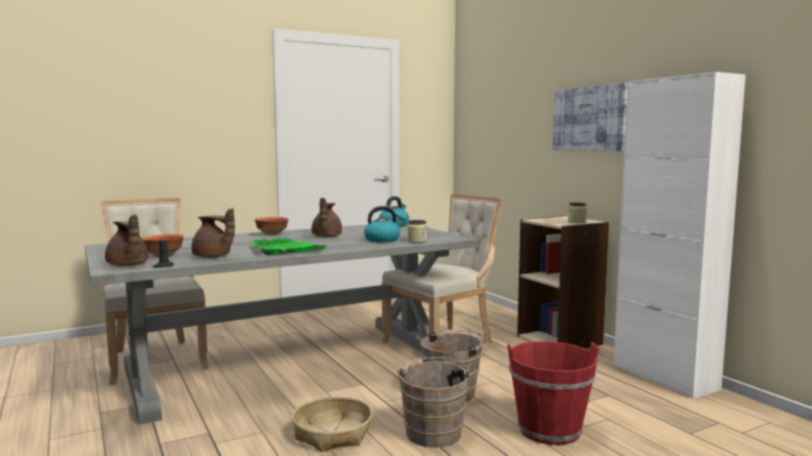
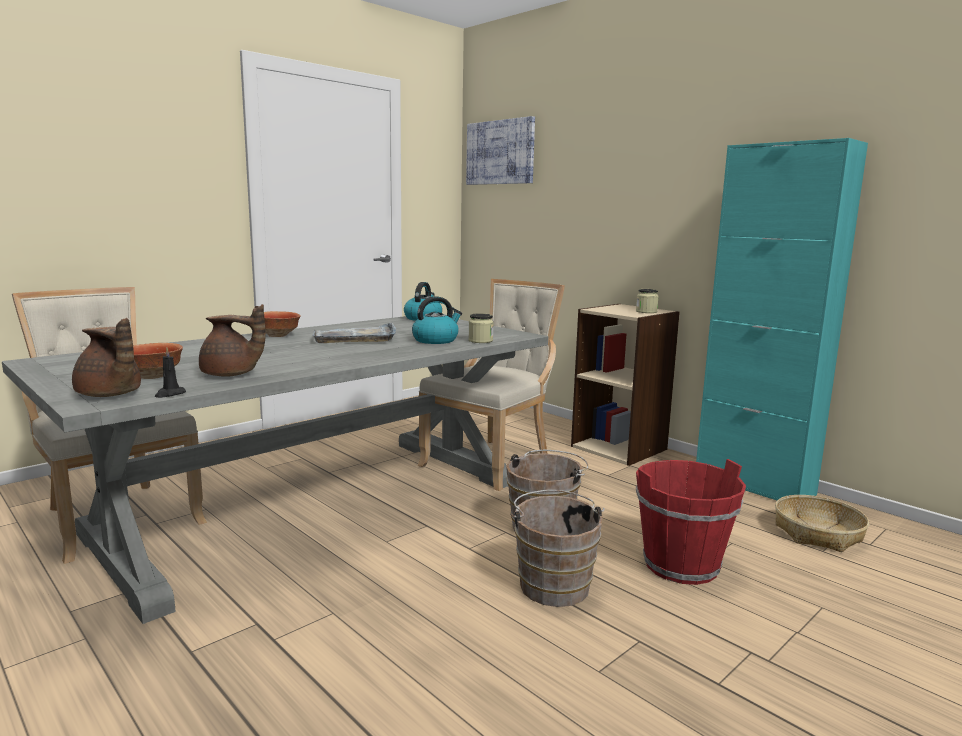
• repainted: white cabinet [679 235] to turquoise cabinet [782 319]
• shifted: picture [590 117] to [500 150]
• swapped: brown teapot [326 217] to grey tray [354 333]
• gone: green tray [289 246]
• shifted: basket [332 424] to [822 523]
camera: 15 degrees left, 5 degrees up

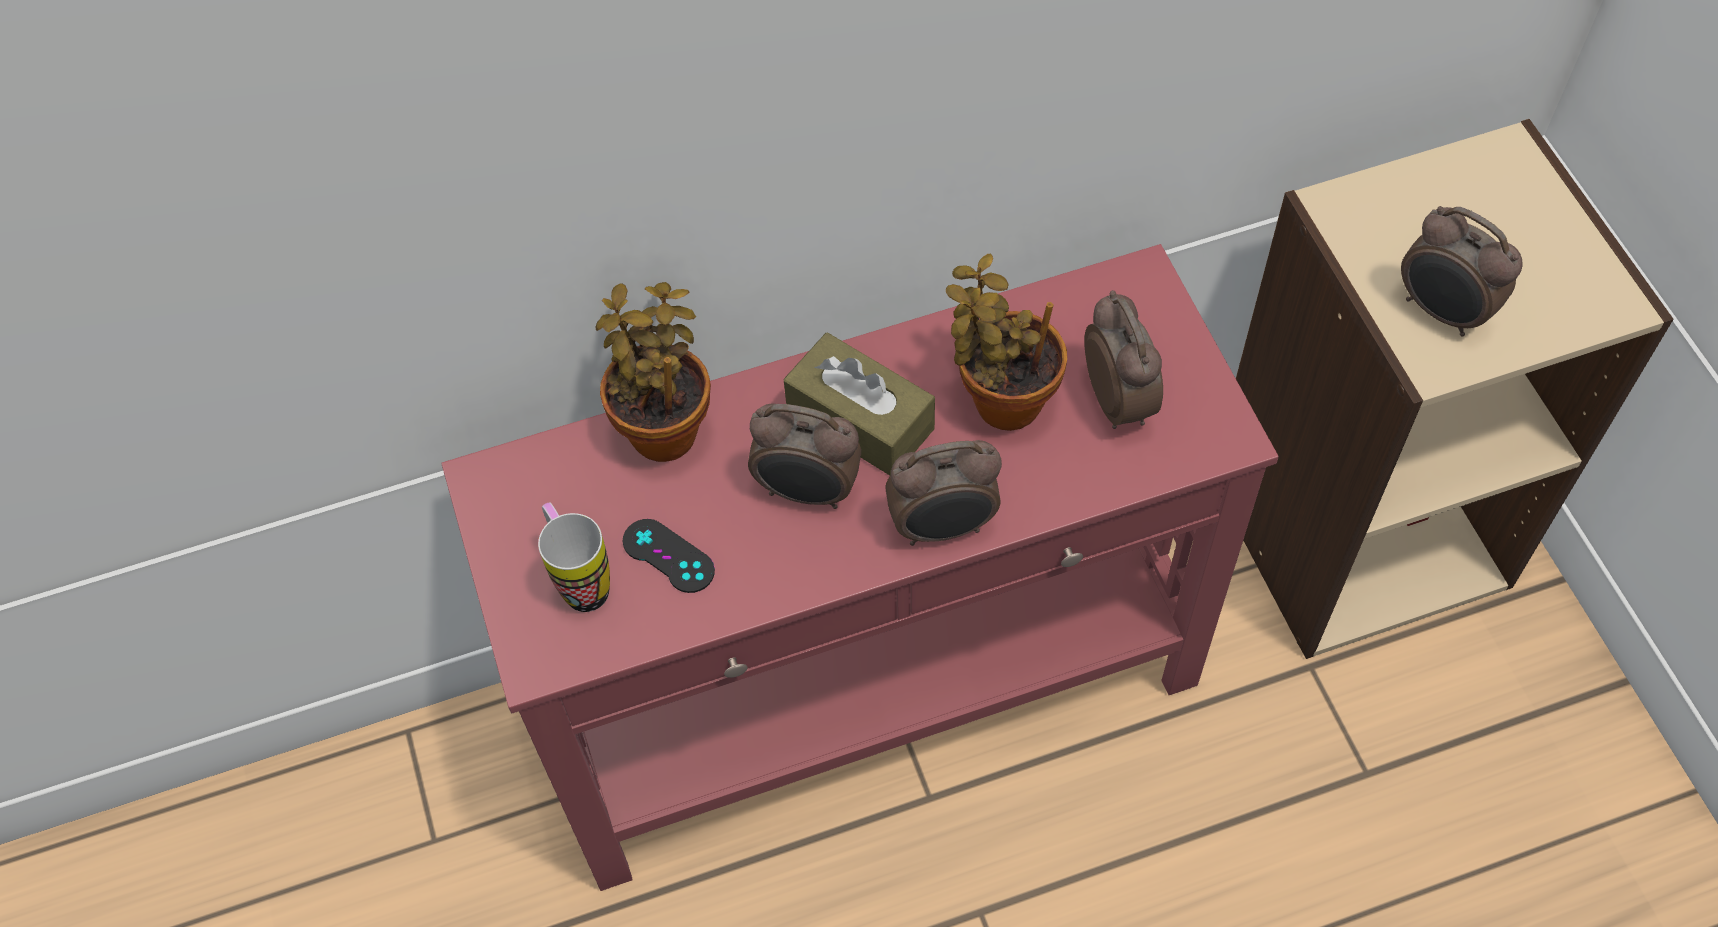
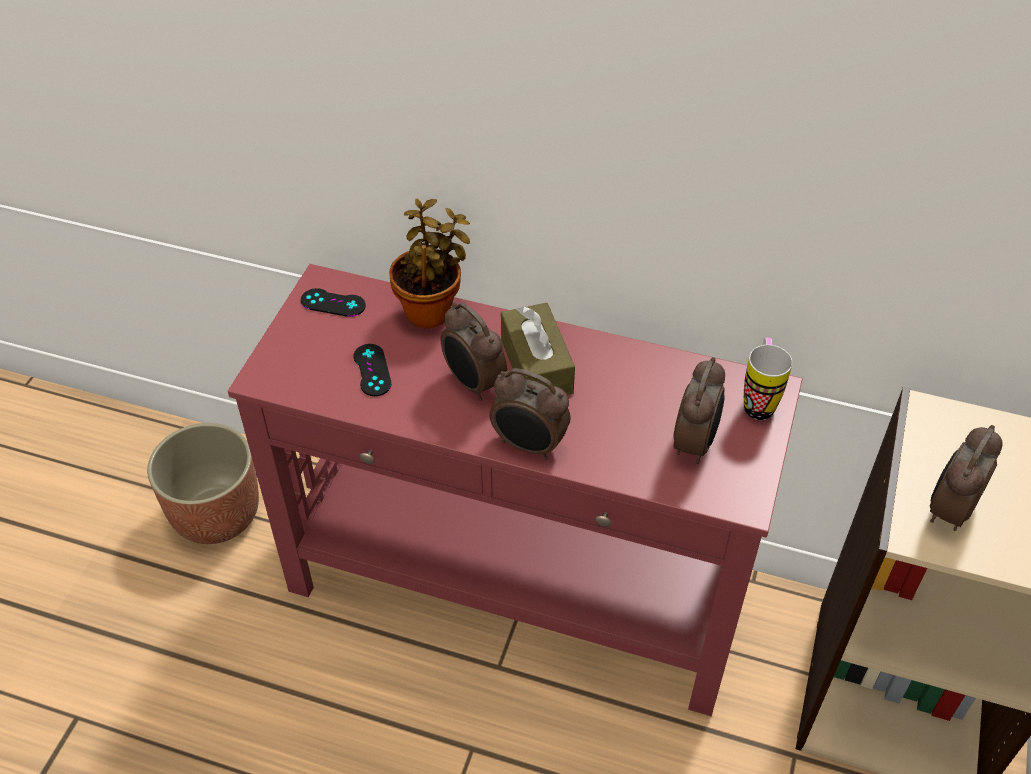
• rotated: alarm clock [1462 271] = [966 478] 45 degrees clockwise
• gone: potted plant [1006 342]
• shifted: mug [574 557] to [768 378]
• new: black game controller [333 302]
• new: planter [203 483]
camera: 35 degrees right, 10 degrees down

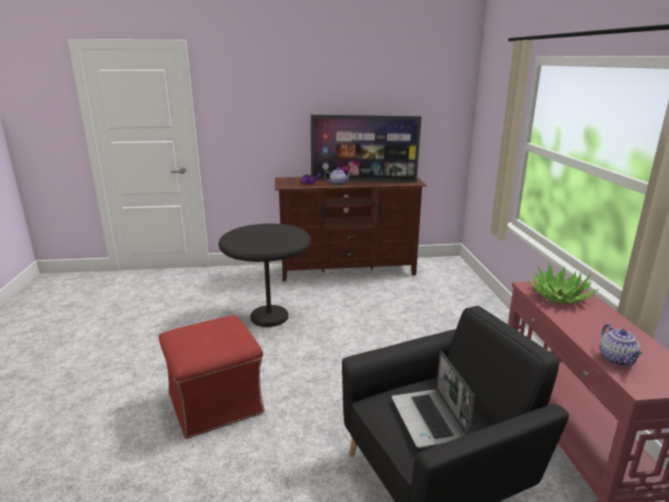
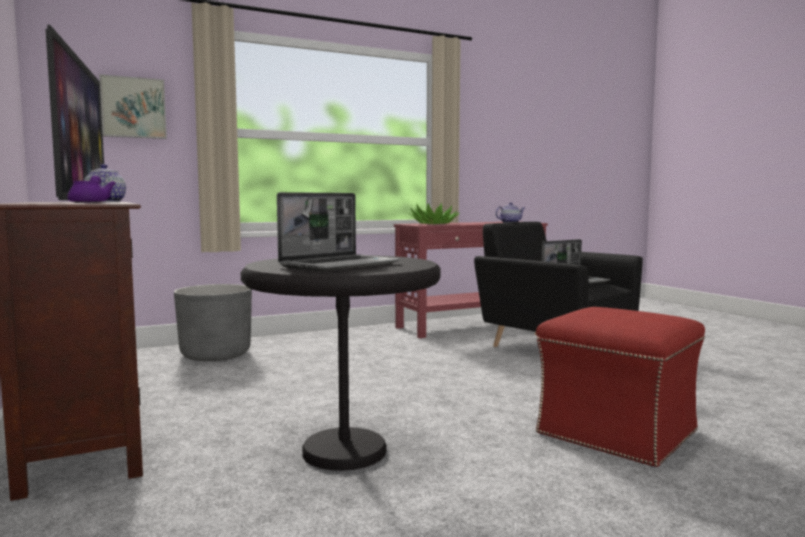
• new: picture [133 106]
• new: laptop [338 231]
• new: grey planter [213 322]
camera: 110 degrees left, 15 degrees down

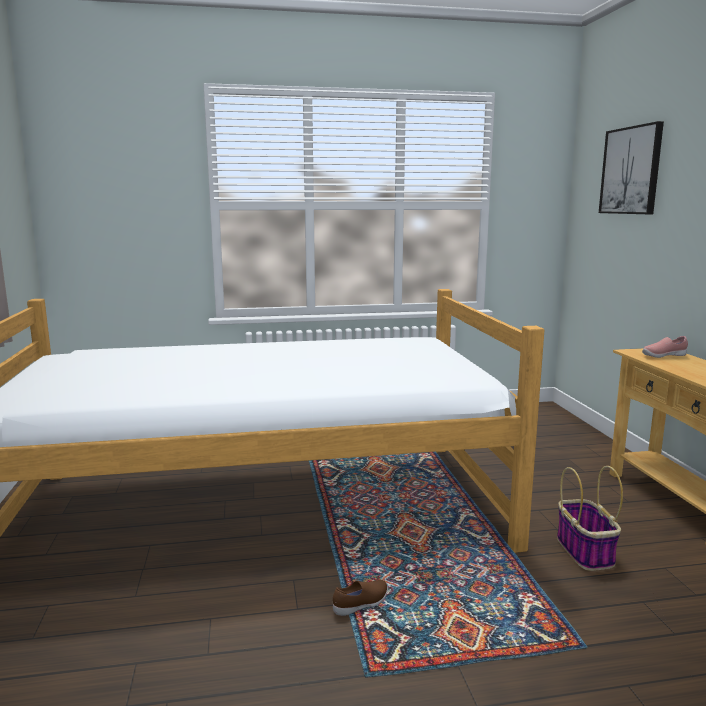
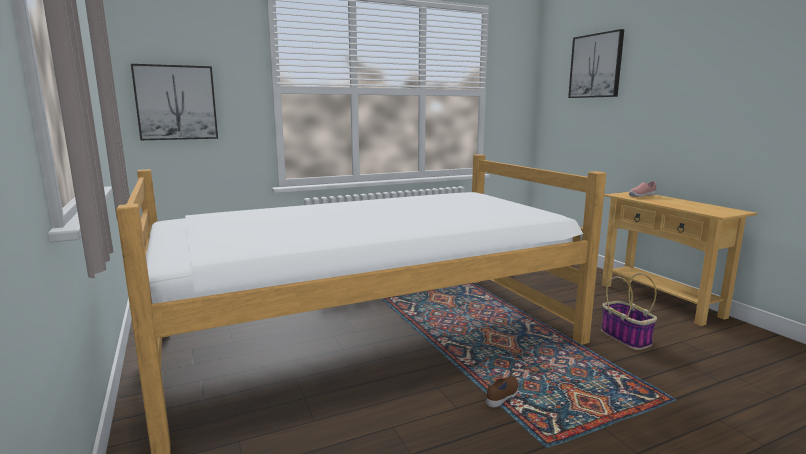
• new: picture [174 102]
camera: 15 degrees left, 0 degrees up

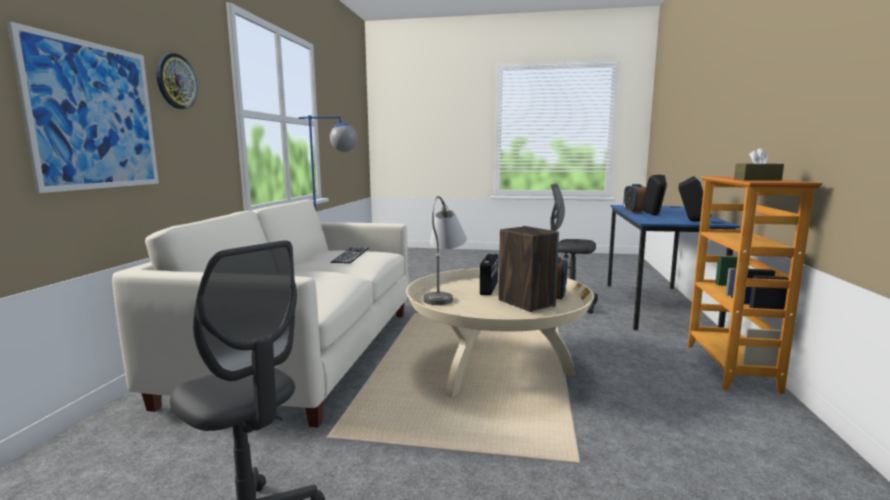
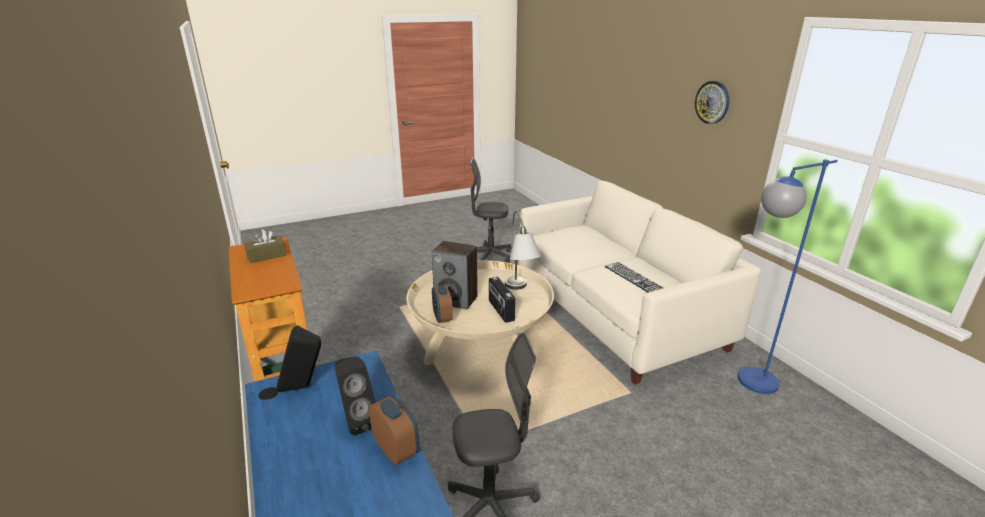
• gone: picture [83 107]
camera: 145 degrees right, 15 degrees up

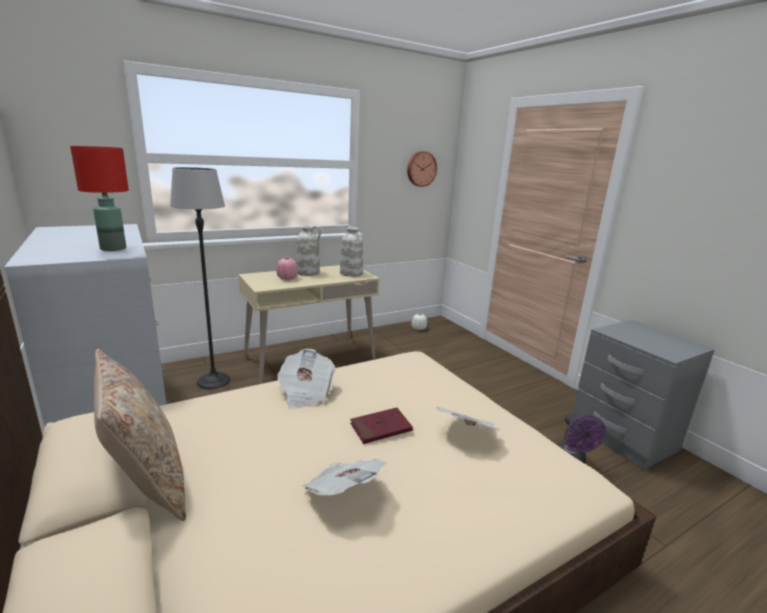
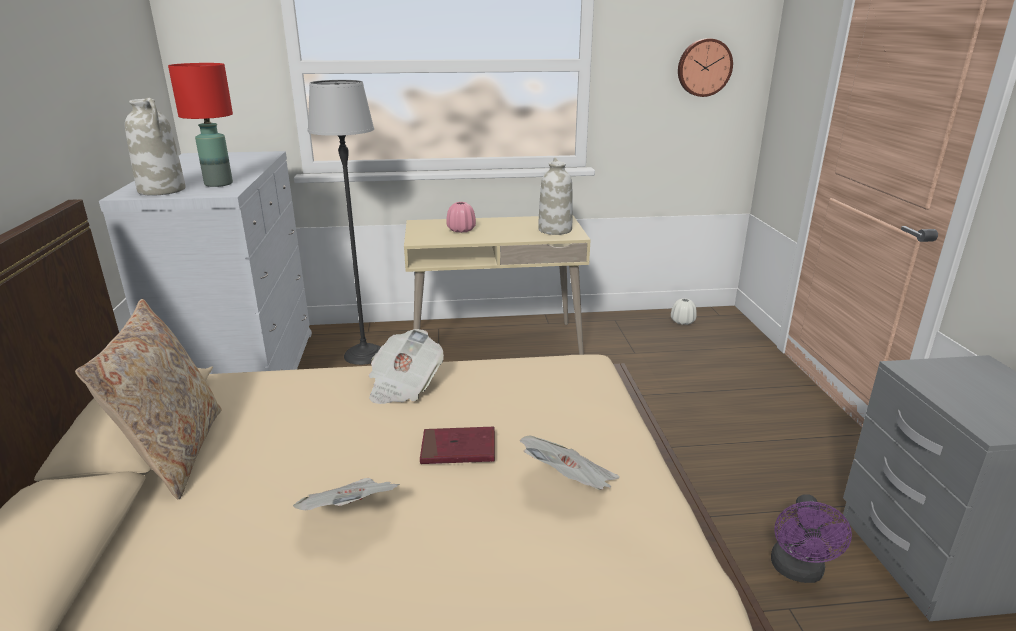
• shifted: white vase [308 251] to [155 147]
camera: 25 degrees right, 5 degrees up

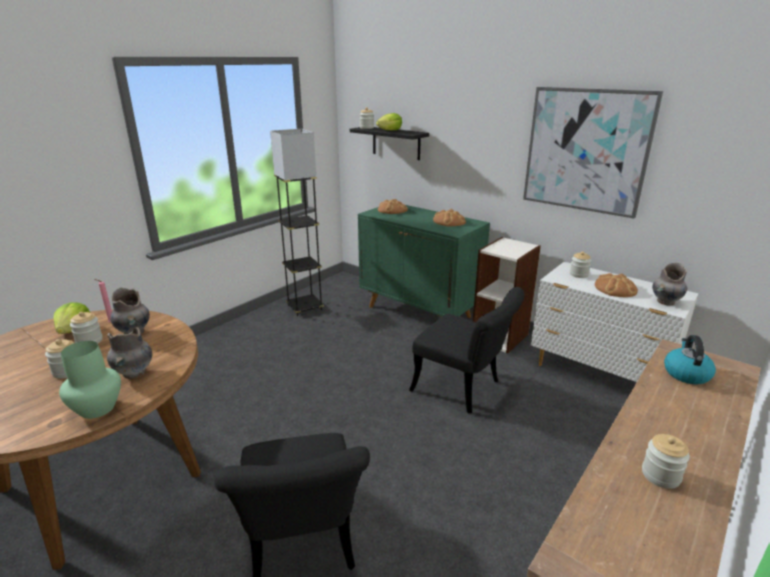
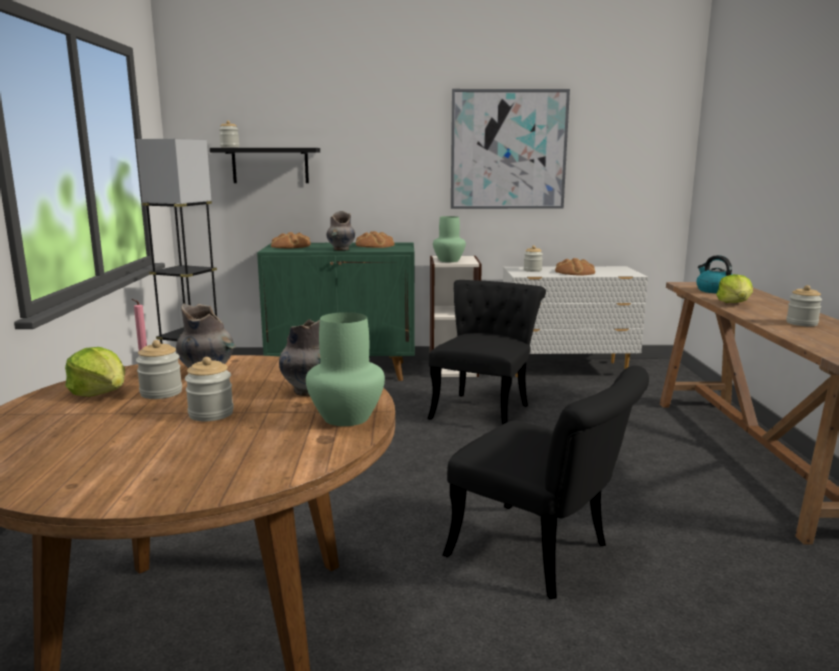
• shifted: lettuce [389 122] to [734 288]
• shifted: grey vase [669 284] to [341 231]
• rotated: black chair [466 350] = [486 352] 60 degrees counterclockwise
• new: green vase [449 239]
camera: 40 degrees left, 10 degrees down

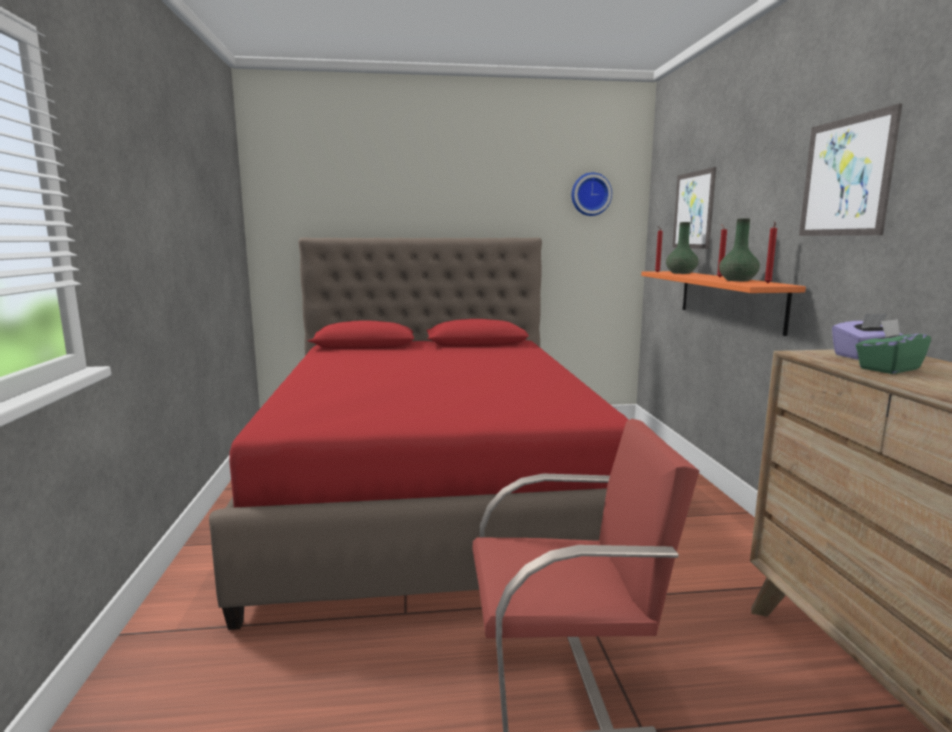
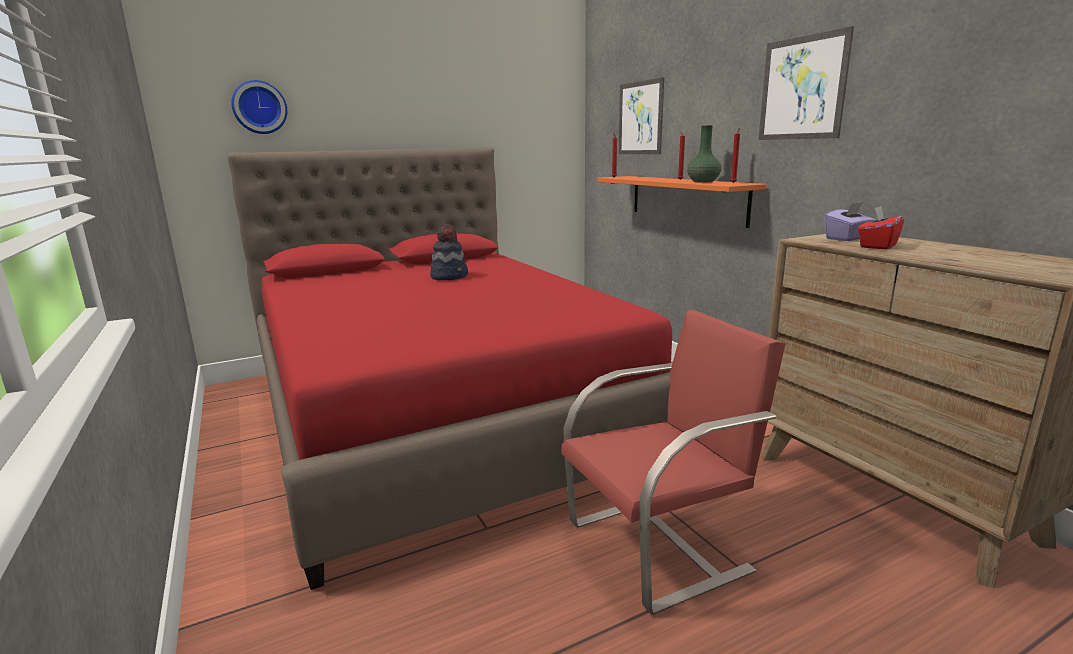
• shifted: wall clock [592 194] to [259 107]
• gone: green vase [682 248]
• repainted: green tissue box [893 346] to red tissue box [881 228]
• new: hat [449 252]
camera: 20 degrees left, 5 degrees up

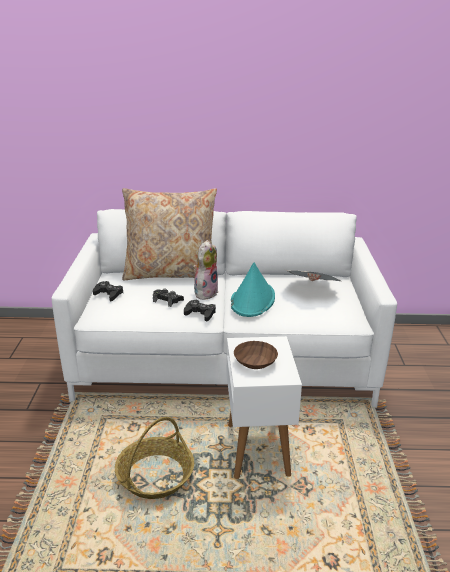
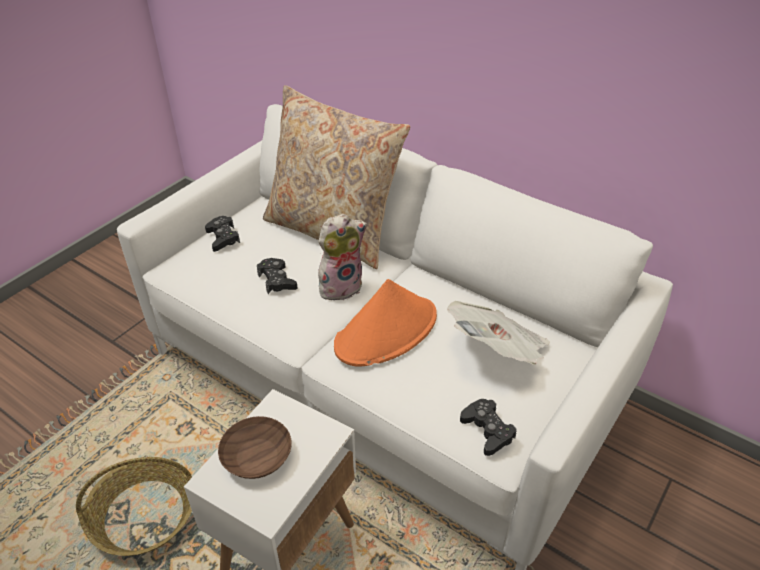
• repainted: turquoise hat [253 290] to orange hat [385 323]
• shifted: black game controller [200 310] to [488 427]
camera: 35 degrees right, 15 degrees up

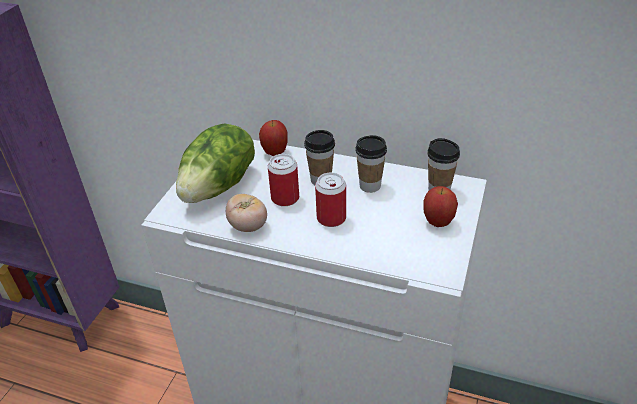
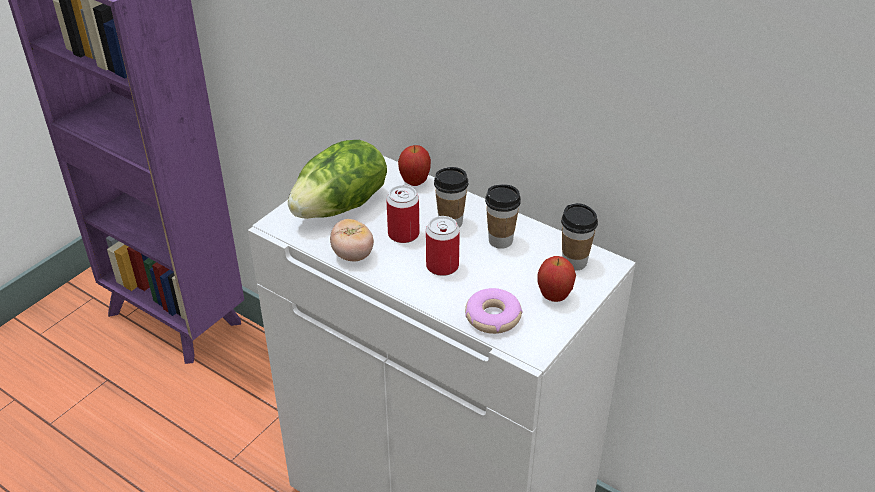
• new: donut [494 311]
camera: 15 degrees right, 0 degrees up

